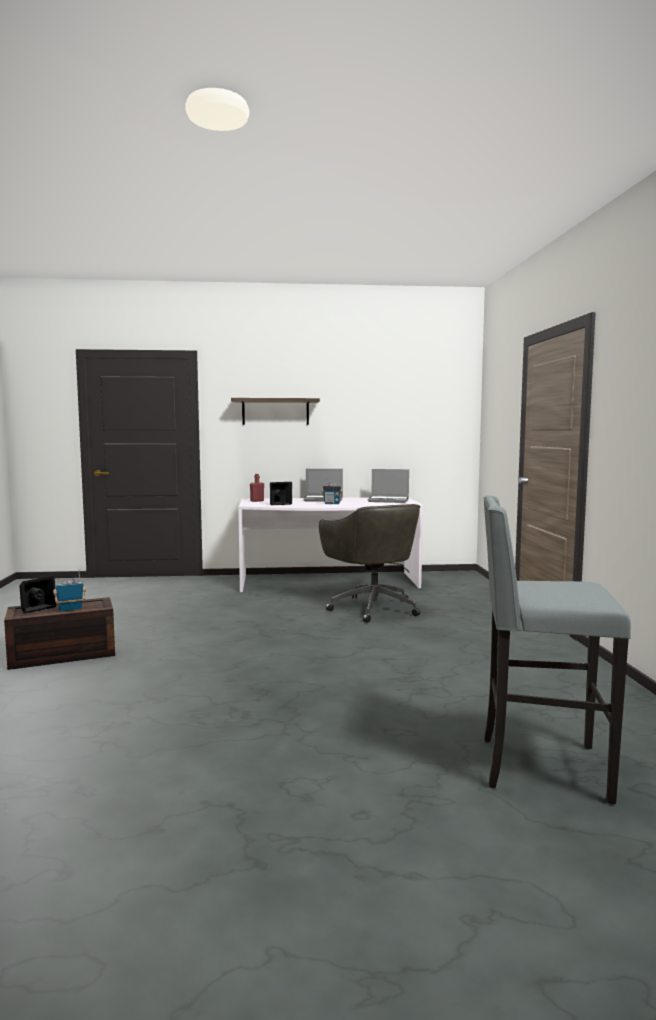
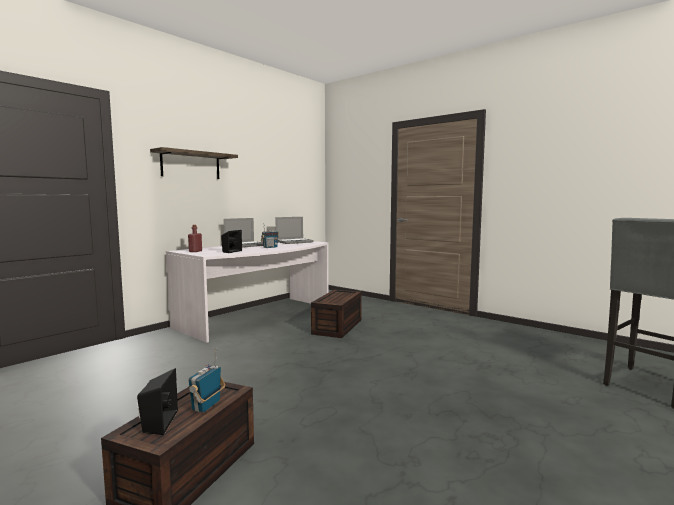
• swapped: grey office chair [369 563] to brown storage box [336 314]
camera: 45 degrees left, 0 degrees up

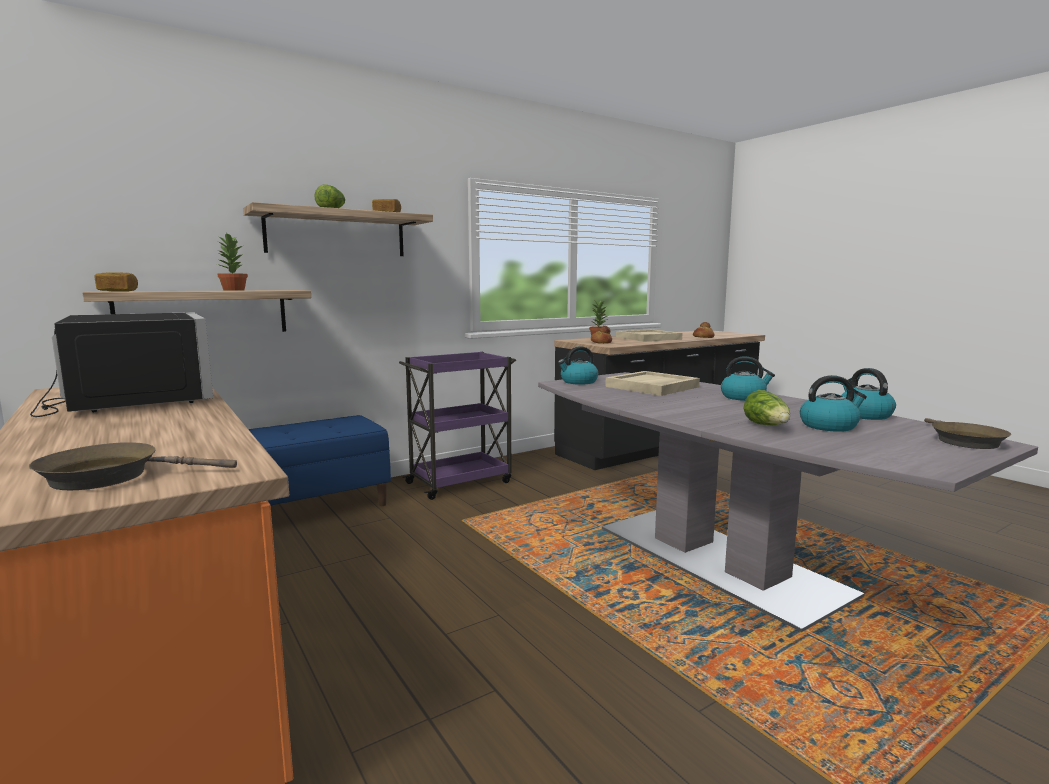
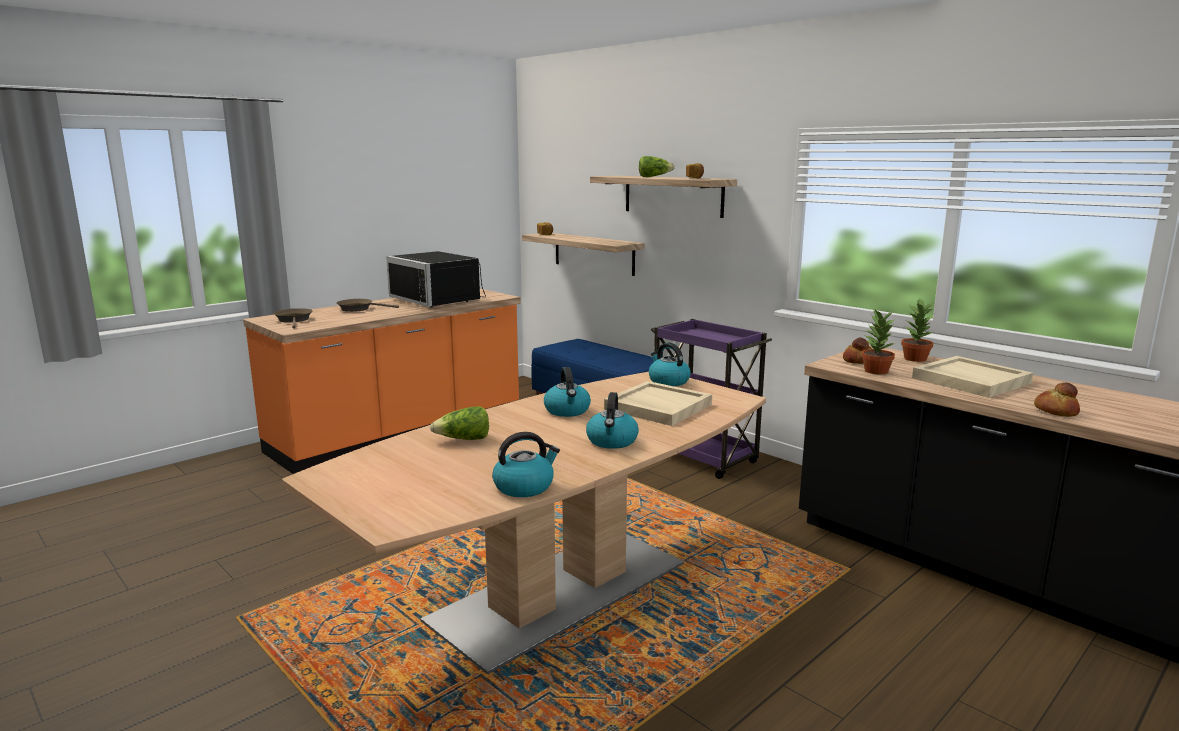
• shifted: potted plant [232 261] to [878 342]
• rotated: black microwave [121 364] = [436 279] 90 degrees clockwise
• repainted: grey dining table [788 502] to brown dining table [524 523]
• shifted: kettle [833 403] to [567 392]
• shifted: brown frying pan [967 433] to [368 305]
camera: 80 degrees right, 5 degrees up

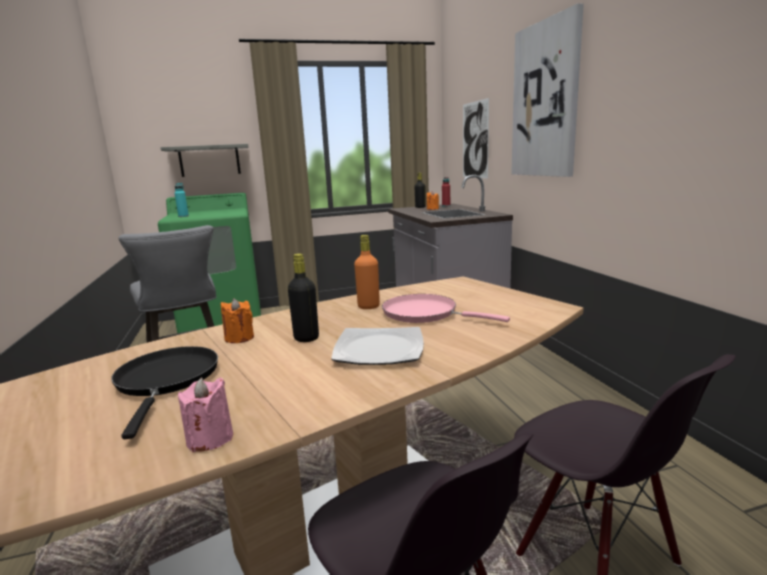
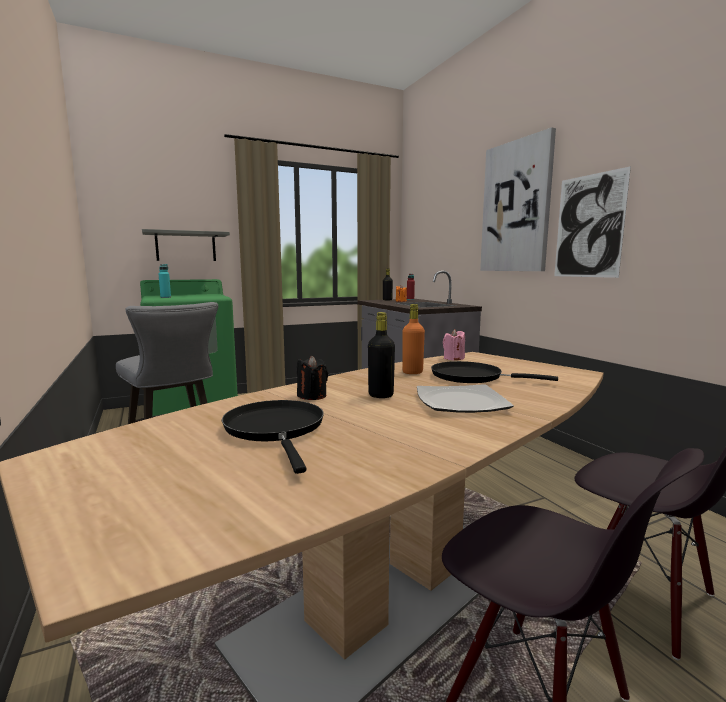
• shifted: picture [476 138] to [592 222]
• repainted: pink frying pan [446 308] to black frying pan [494 372]
• repainted: orange candle [237 320] to black candle [312 378]
• shifted: pink candle [205 414] to [454 344]
camera: 10 degrees left, 5 degrees down

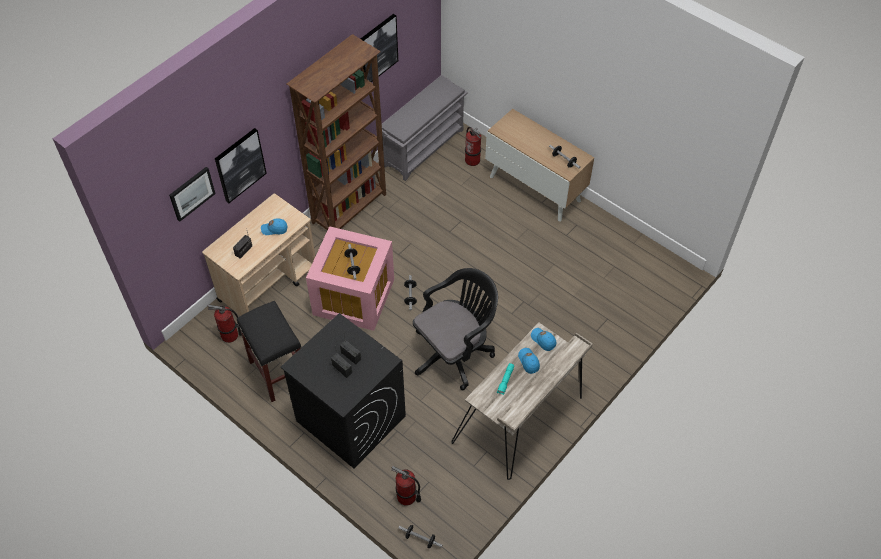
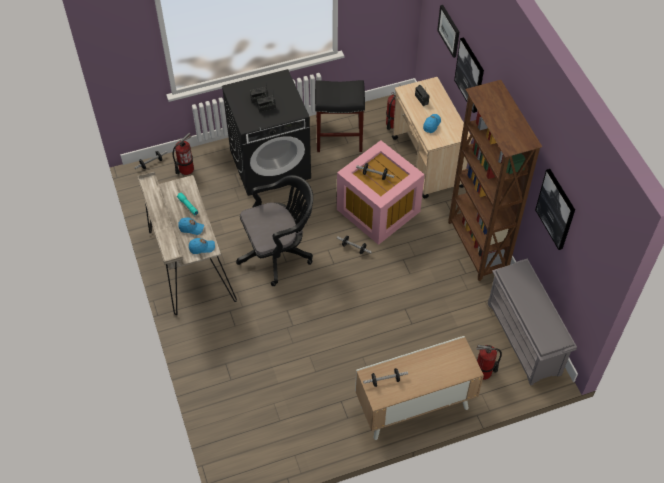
• rotated: black office chair [455 329] = [274 230] 105 degrees counterclockwise
camera: 120 degrees right, 0 degrees up

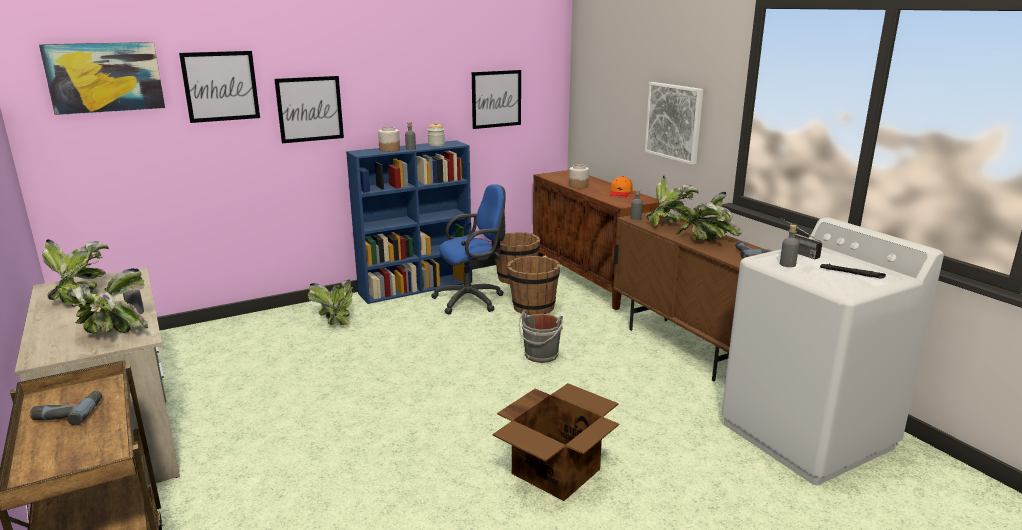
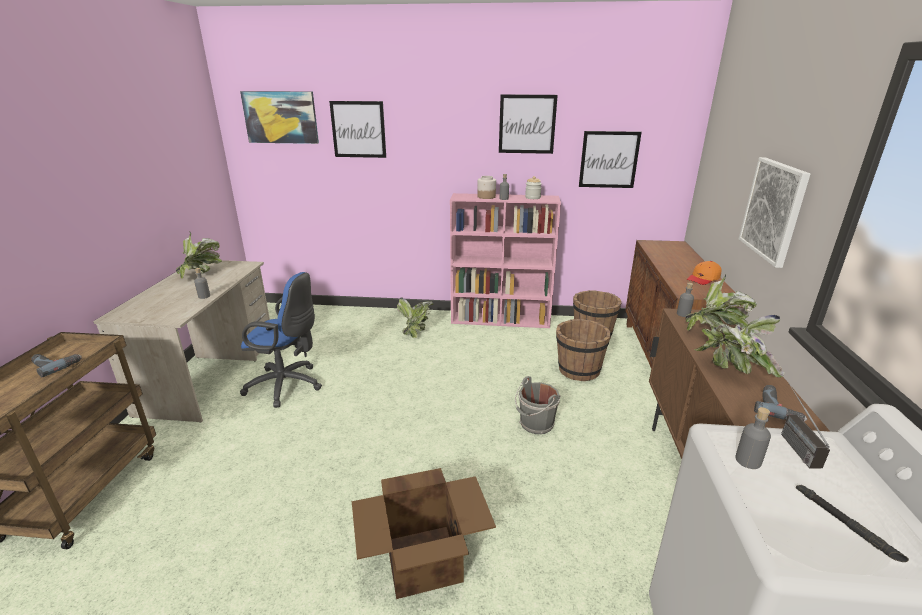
• shifted: picture [309 109] to [528 124]
• repainted: blue bookcase [409 222] to pink bookcase [505 260]
• gone: jar [579 176]
• shifted: blue office chair [468 249] to [281 340]
• gone: potted plant [106 301]
camera: 35 degrees right, 5 degrees up

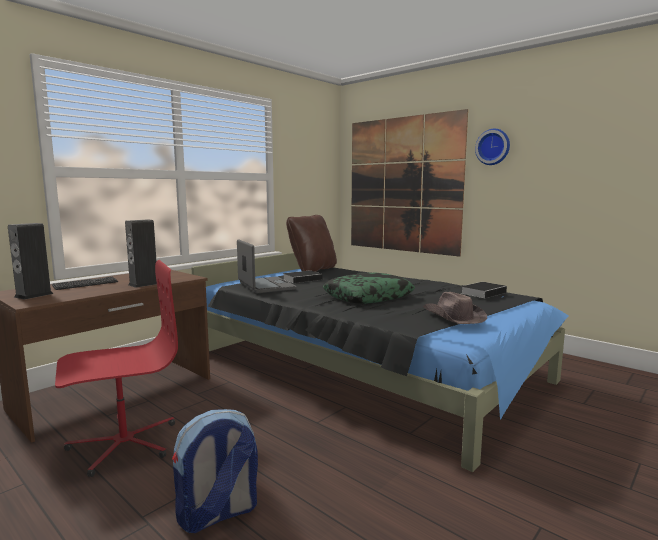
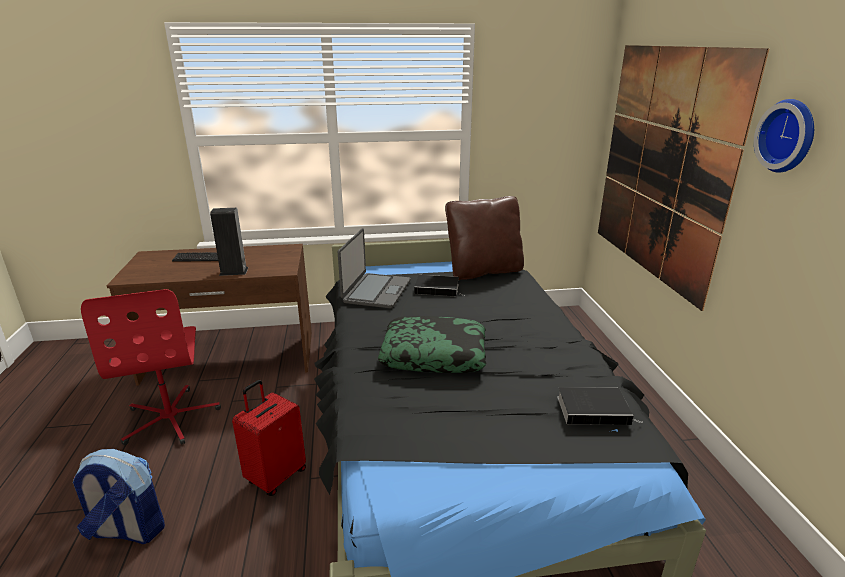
• gone: speaker [30 261]
• rotated: red office chair [116 368] = [151 367] 60 degrees clockwise
• gone: brown hat [455 308]
• new: red suitcase [269 438]
camera: 40 degrees right, 15 degrees up

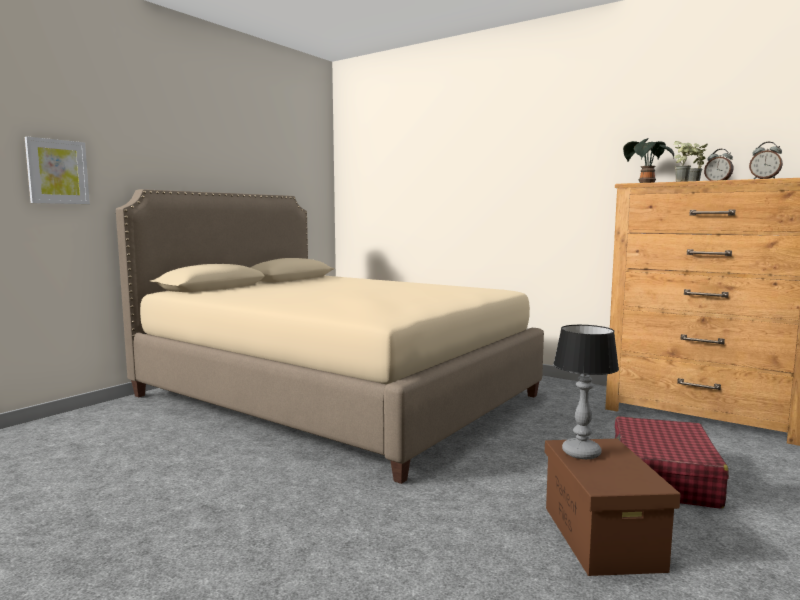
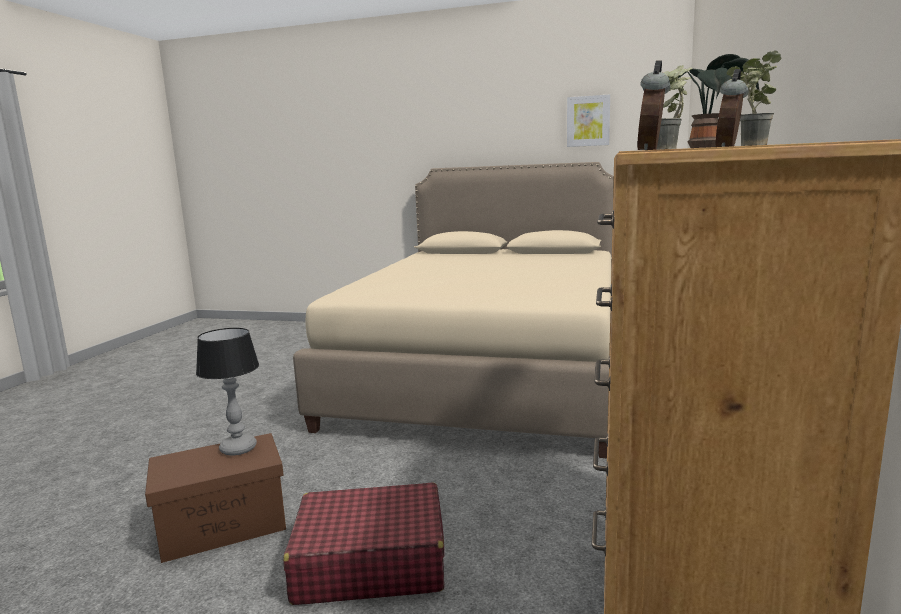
• shifted: picture [57 170] to [588 120]
camera: 70 degrees right, 5 degrees up

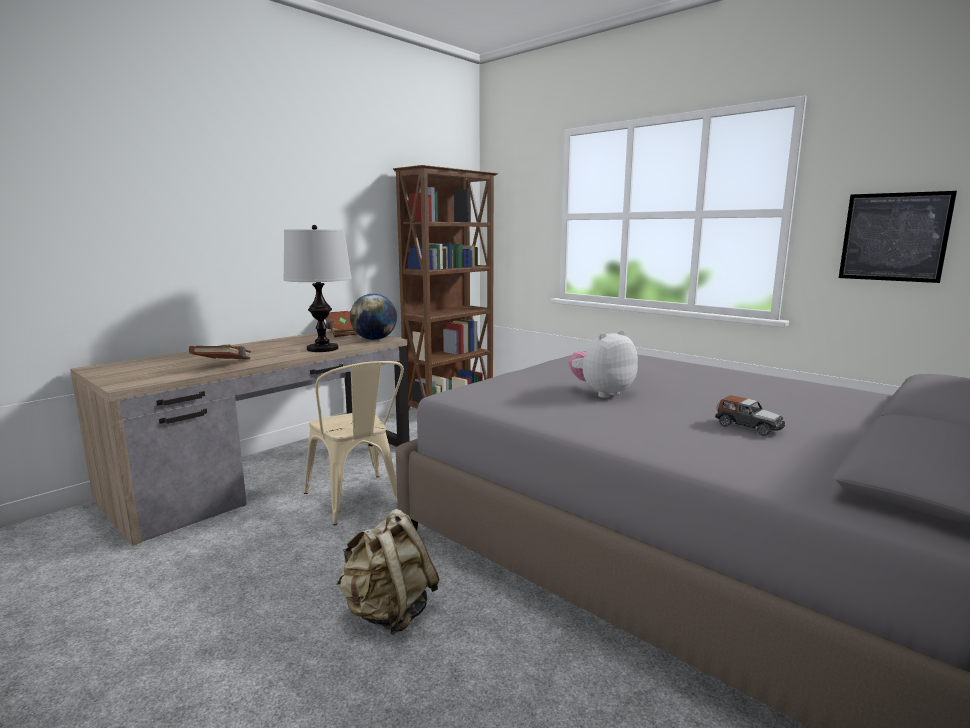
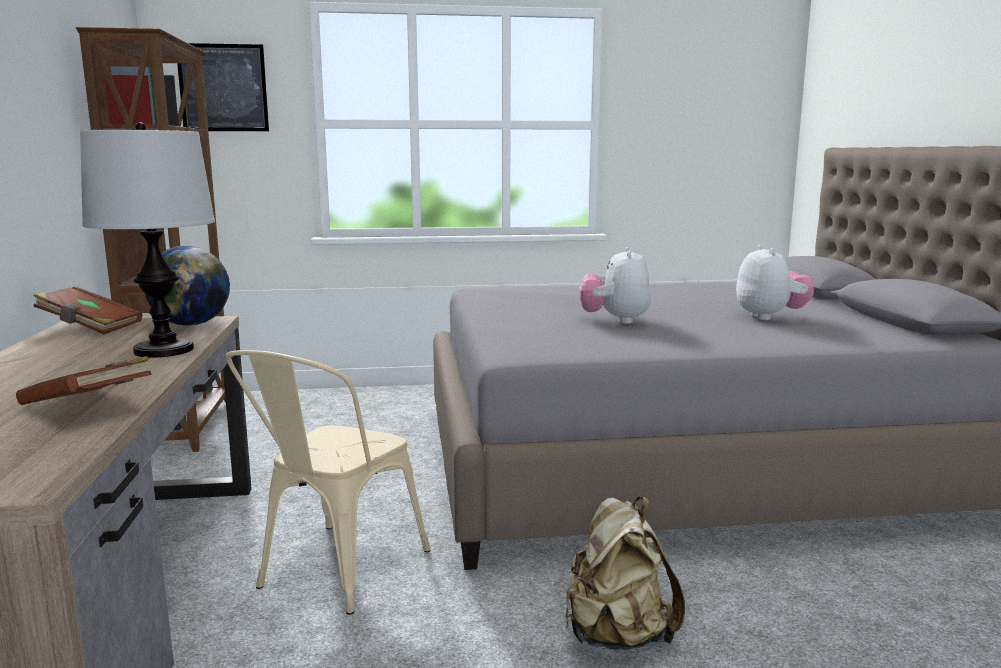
• shifted: picture [898 237] to [223 87]
• rotated: beige chair [354 443] = [328 482] 105 degrees clockwise
• swapped: toy car [750 415] to plush toy [775 282]
camera: 50 degrees left, 0 degrees up

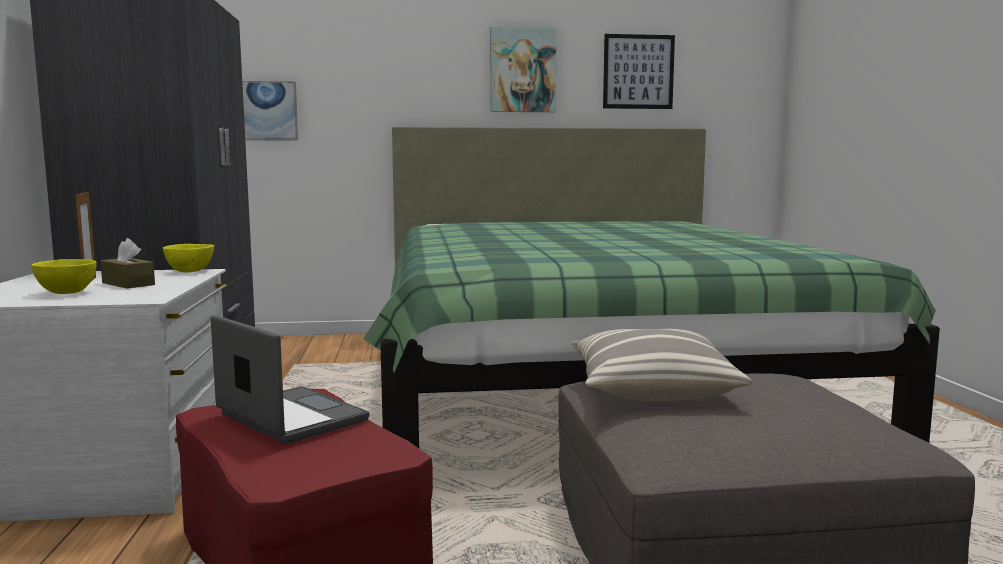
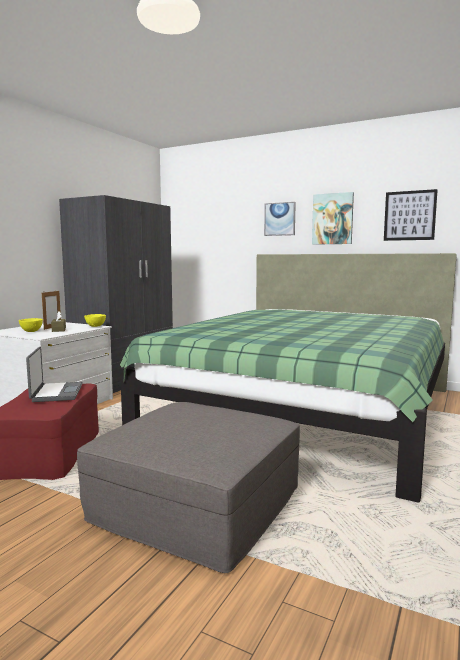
• shifted: picture [270 111] to [280 219]
• gone: pillow [662 365]
camera: 35 degrees right, 0 degrees up

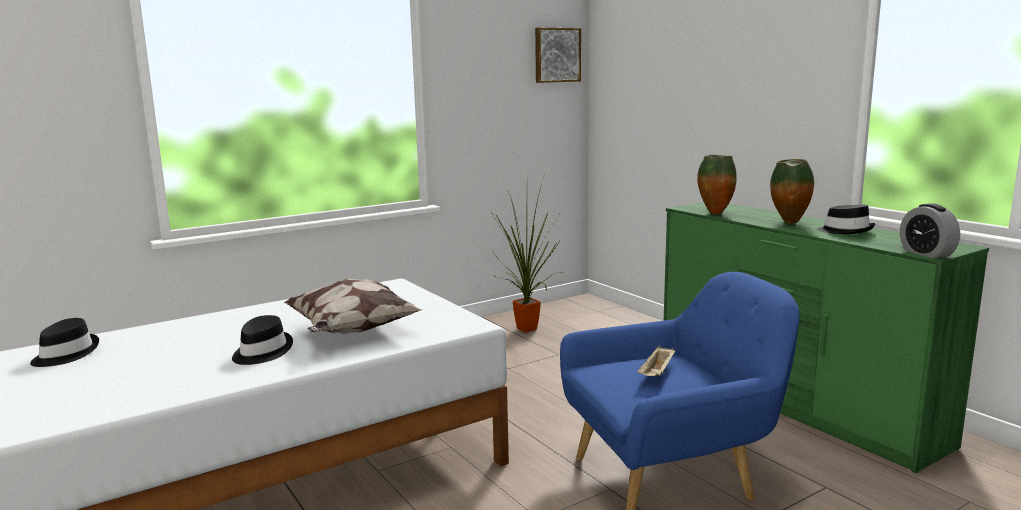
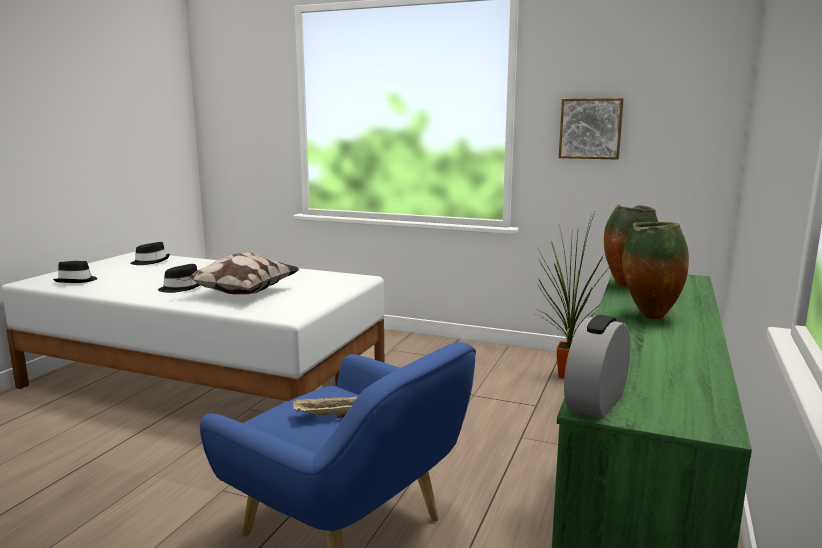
• shifted: picture [558 55] to [591 129]
• shifted: black hat [846 219] to [75 272]
camera: 55 degrees right, 0 degrees up

